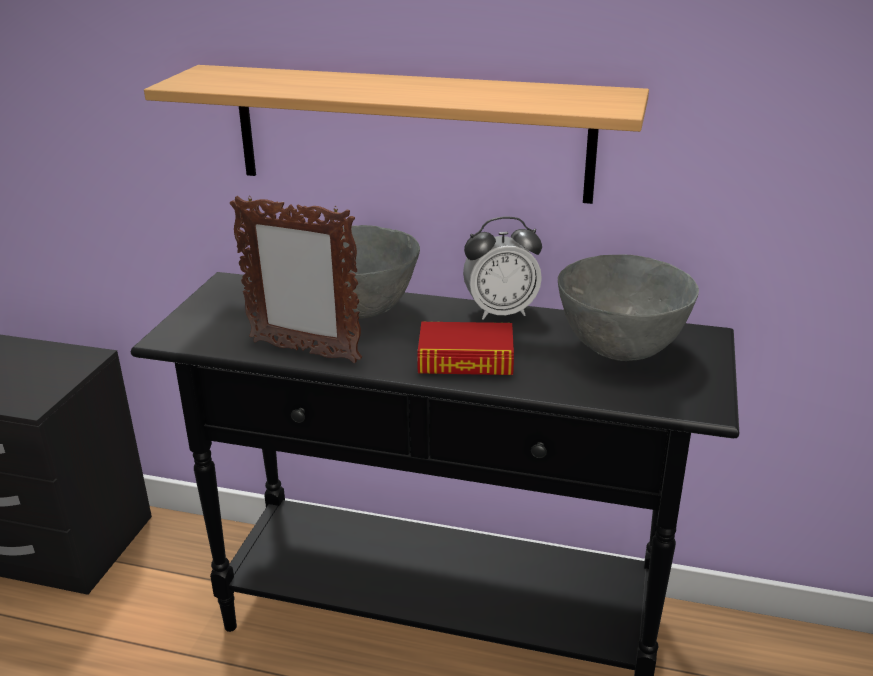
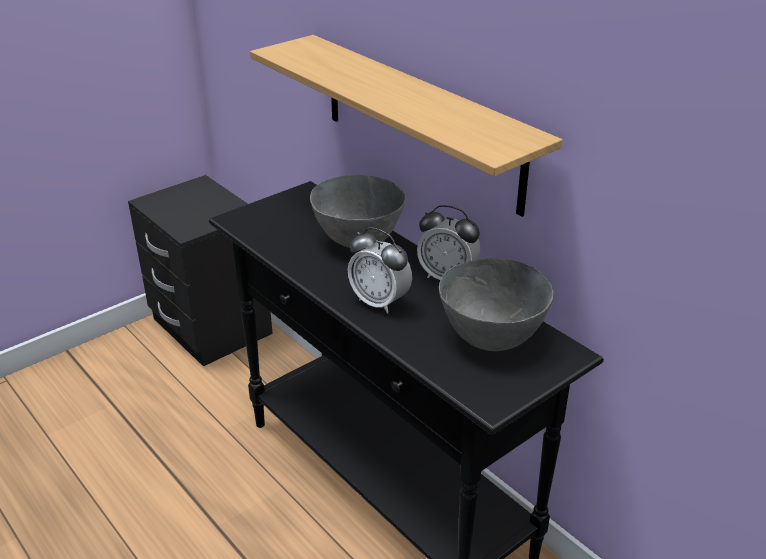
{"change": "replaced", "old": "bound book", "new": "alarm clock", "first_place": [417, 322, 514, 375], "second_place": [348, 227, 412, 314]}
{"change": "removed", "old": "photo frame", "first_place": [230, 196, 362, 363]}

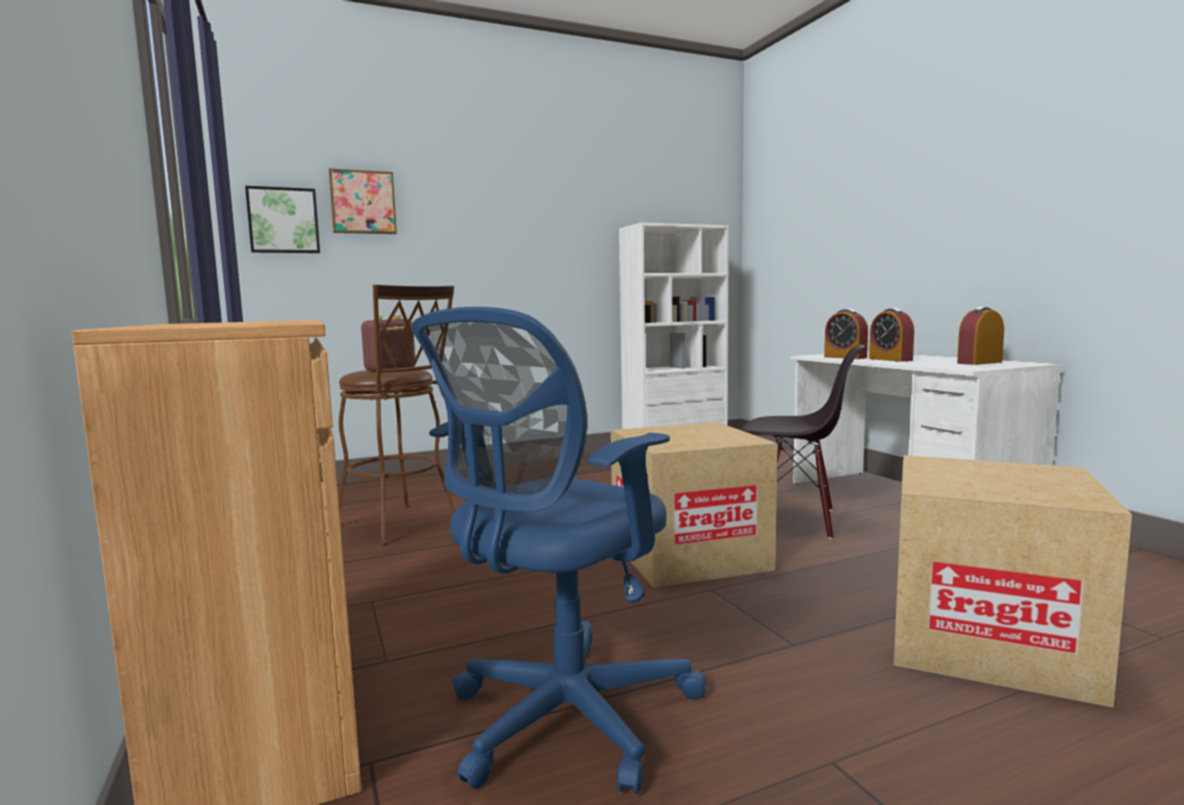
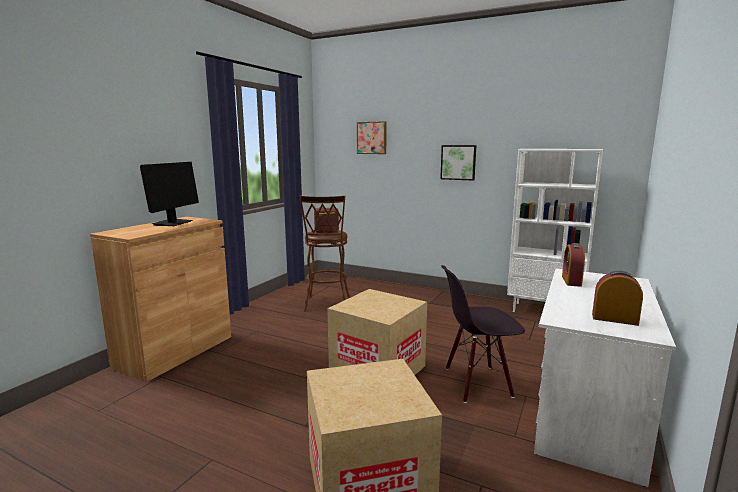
{"change": "added", "new": "monitor", "second_place": [140, 162, 199, 226]}
{"change": "moved", "old": "wall picture", "first_place": [245, 186, 320, 253], "second_place": [440, 145, 476, 181]}
{"change": "turned", "old": "blackish upright chair", "first_place": [741, 345, 865, 539], "second_place": [441, 265, 525, 403], "degrees": 105}
{"change": "removed", "old": "blue desk chair", "first_place": [412, 307, 706, 794]}
{"change": "removed", "old": "alarm clock", "first_place": [869, 308, 914, 362]}

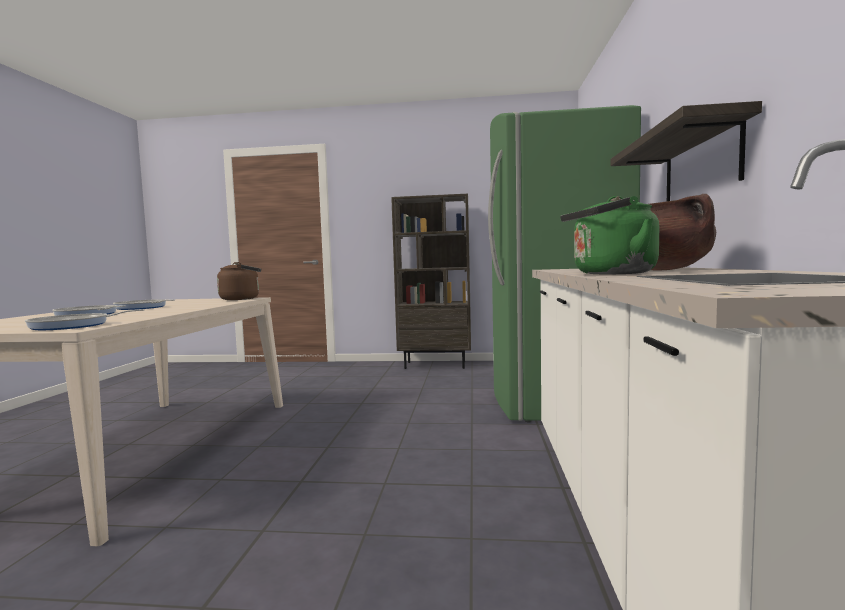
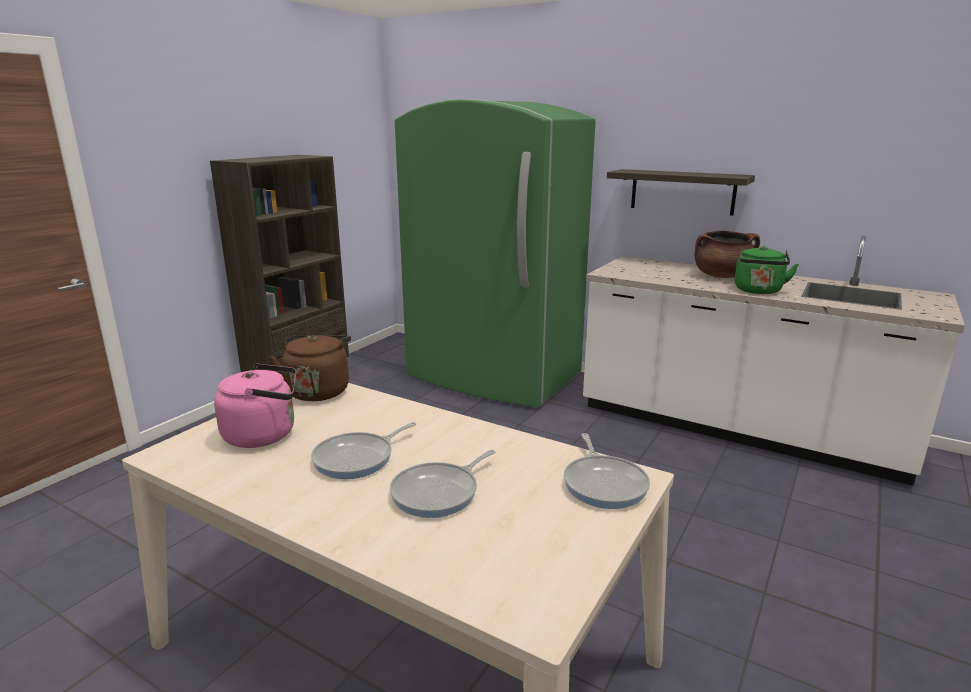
{"change": "added", "new": "pink-coloured kettle", "second_place": [214, 363, 296, 448]}

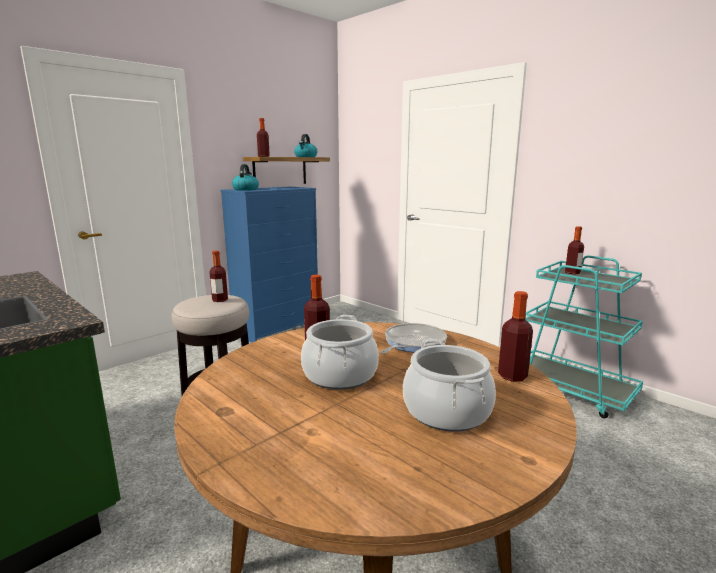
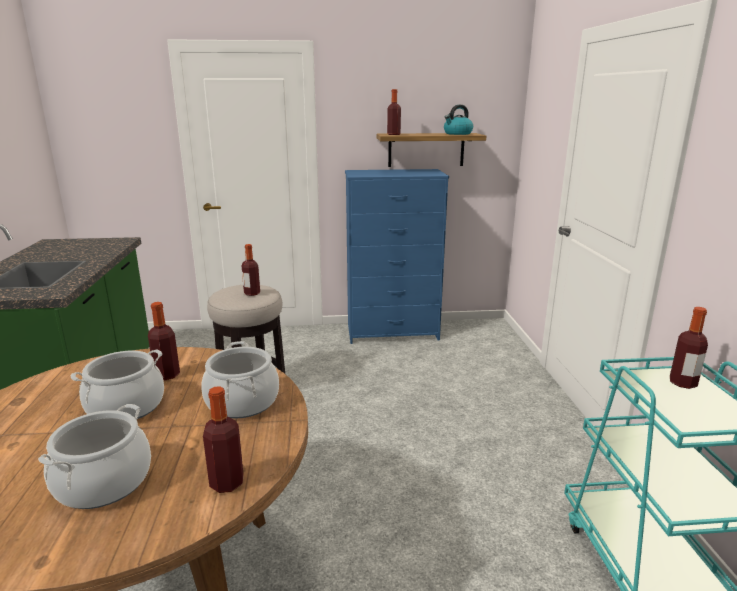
{"change": "replaced", "old": "skillet", "new": "stockpot", "first_place": [380, 323, 447, 354], "second_place": [201, 341, 279, 419]}
{"change": "removed", "old": "kettle", "first_place": [232, 164, 259, 191]}

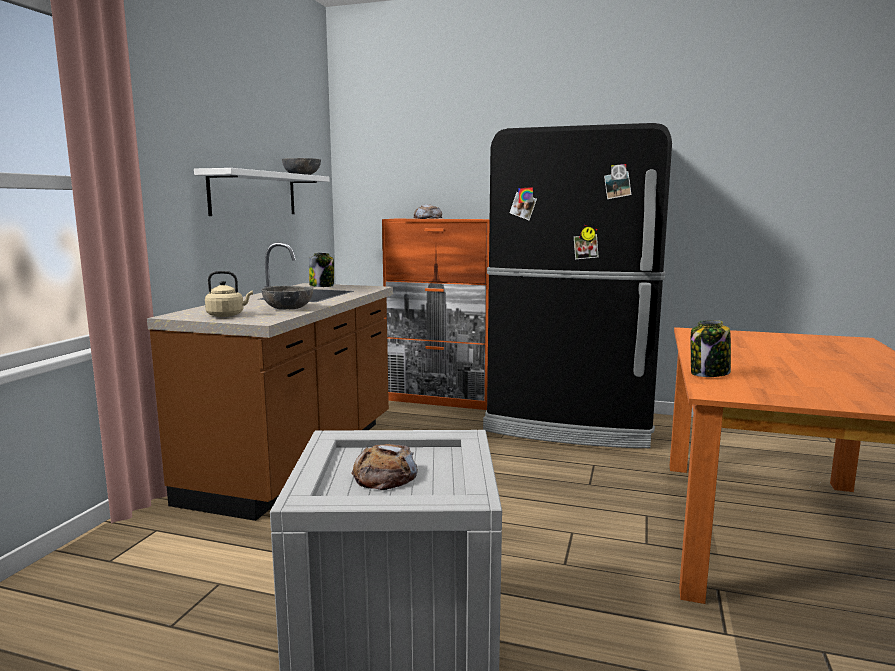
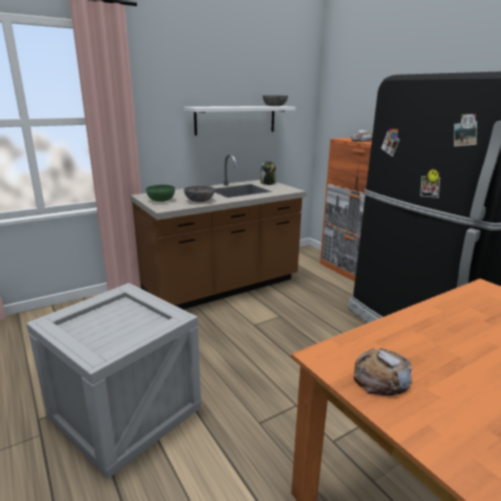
{"change": "replaced", "old": "beige-coloured kettle", "new": "green-coloured serving bowl", "first_place": [205, 271, 253, 317], "second_place": [146, 185, 175, 202]}
{"change": "moved", "old": "bread", "first_place": [351, 444, 418, 490], "second_place": [353, 348, 412, 396]}
{"change": "removed", "old": "jar", "first_place": [691, 320, 731, 377]}

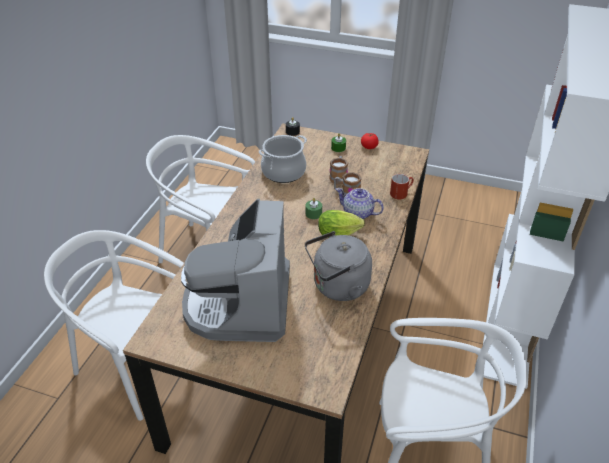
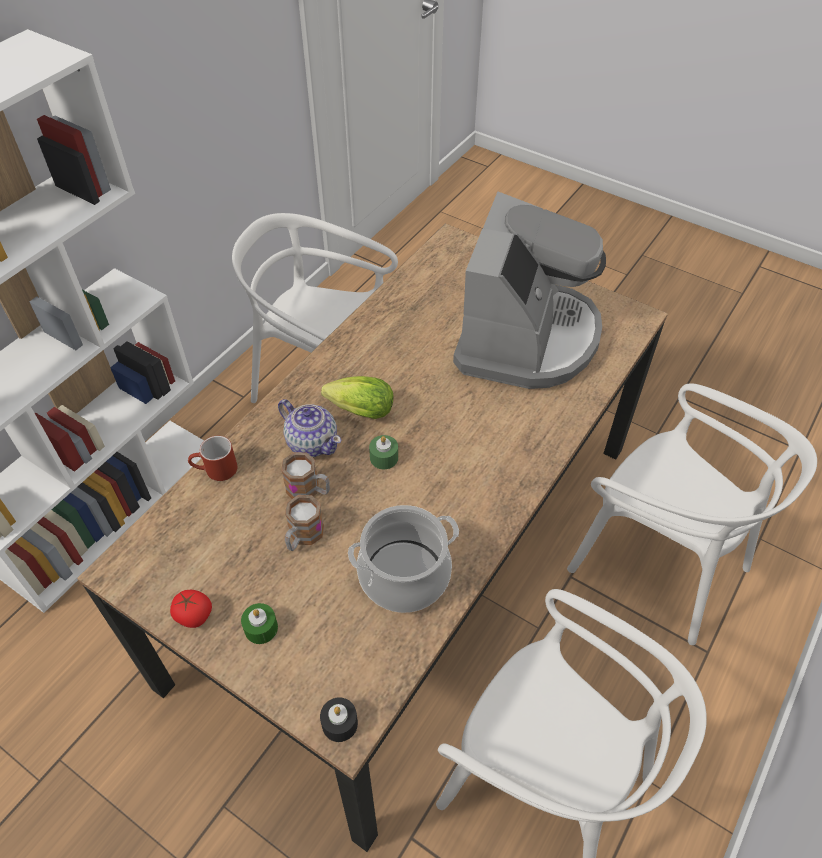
{"change": "removed", "old": "grey kettle", "first_place": [305, 231, 372, 301]}

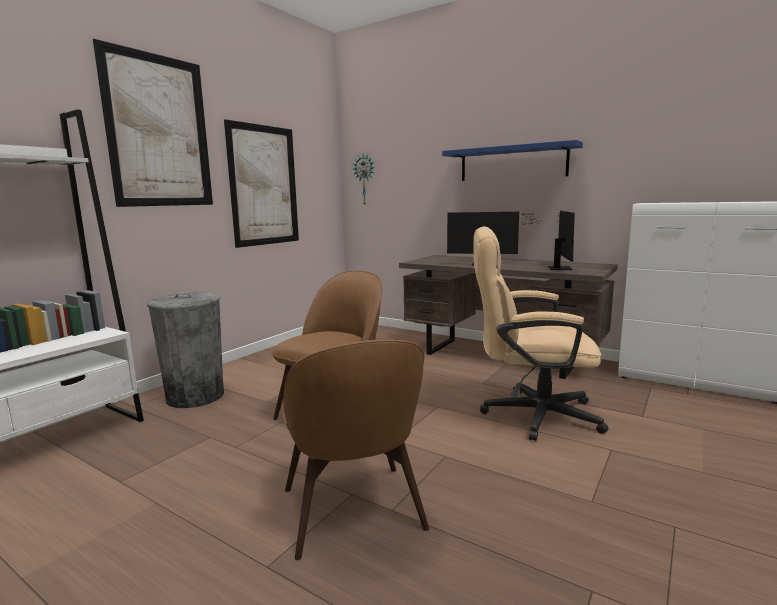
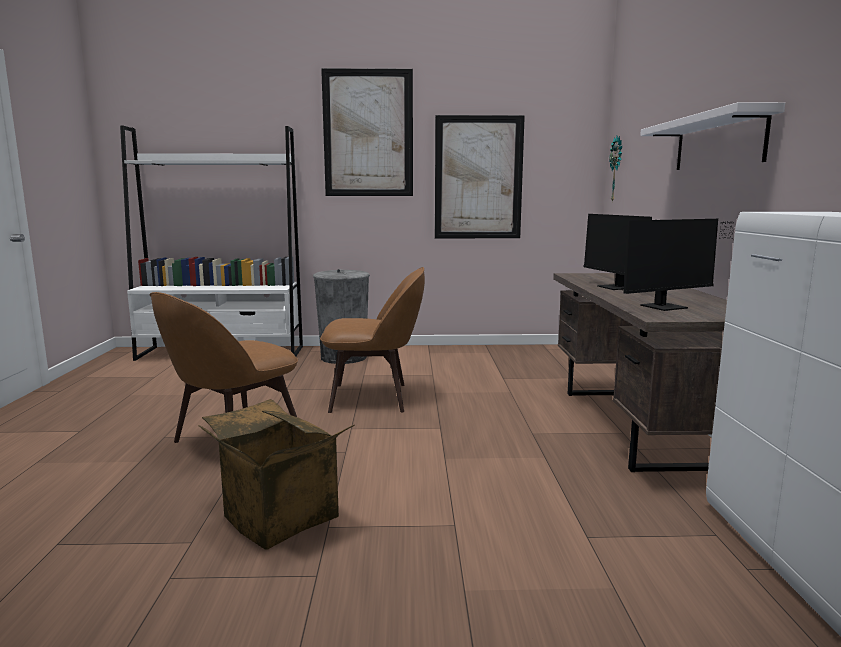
{"change": "added", "new": "packing box", "second_place": [199, 399, 355, 550]}
{"change": "recoloured", "old": "blue wall shelf", "new": "white-coloured wall shelf", "first_place": [442, 140, 583, 181], "second_place": [640, 102, 785, 170]}
{"change": "removed", "old": "beige-coloured desk chair", "first_place": [473, 226, 608, 441]}

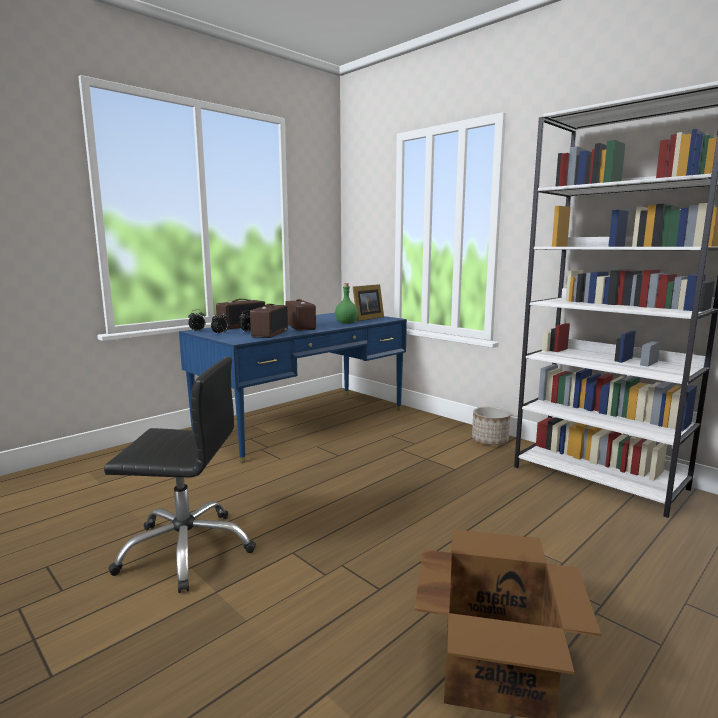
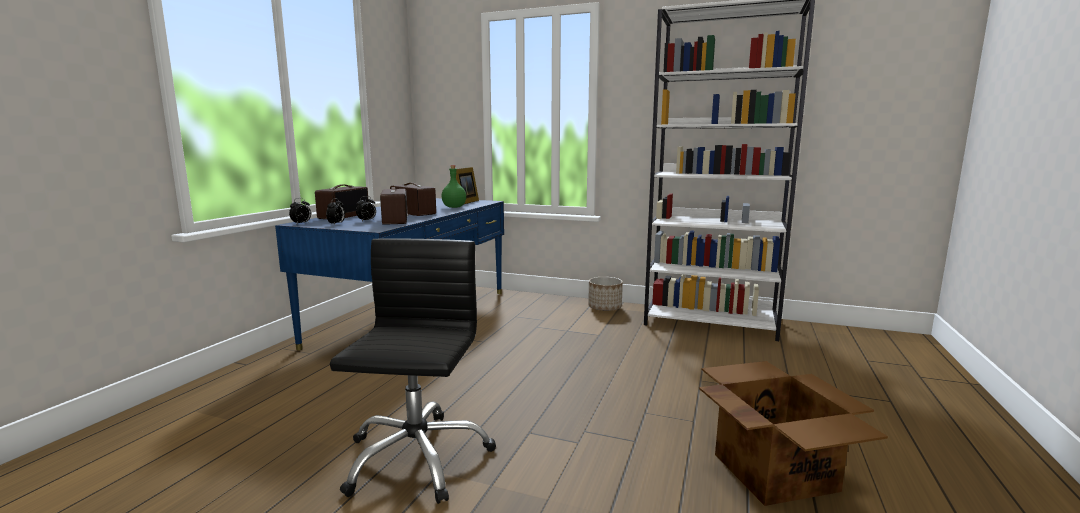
{"change": "turned", "old": "blackish desk chair", "first_place": [104, 357, 256, 593], "second_place": [330, 238, 496, 504], "degrees": -60}

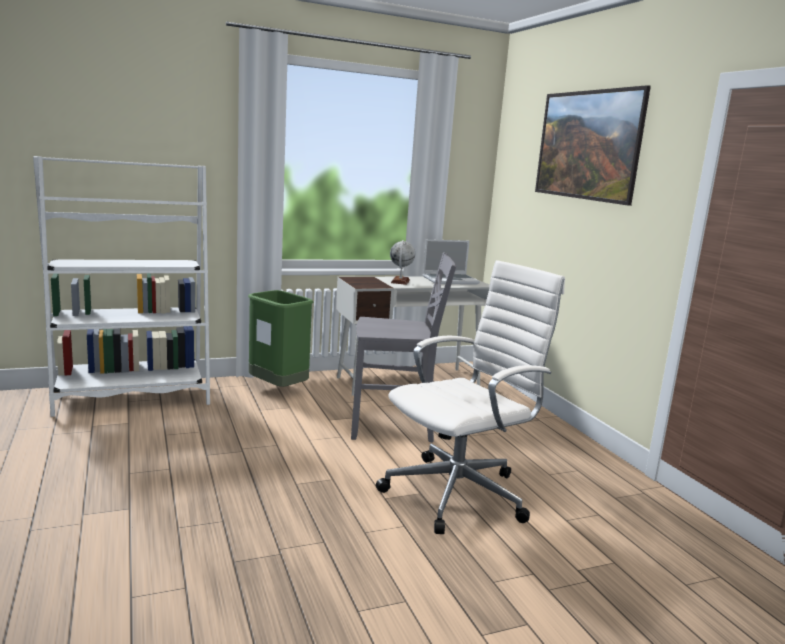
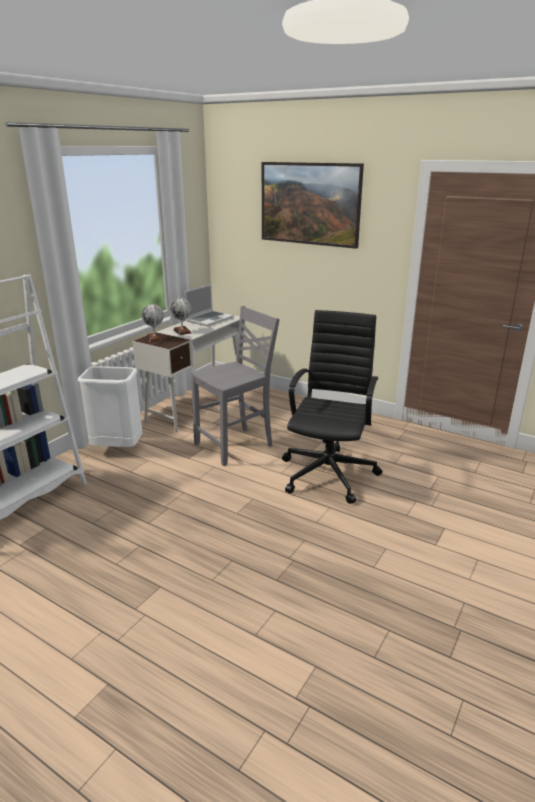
{"change": "recoloured", "old": "green-coloured rubbish bin", "new": "white-coloured rubbish bin", "first_place": [248, 290, 314, 387], "second_place": [78, 366, 143, 447]}
{"change": "added", "new": "globe", "second_place": [142, 304, 164, 342]}
{"change": "recoloured", "old": "white-coloured desk chair", "new": "blackish desk chair", "first_place": [376, 260, 565, 534], "second_place": [282, 310, 382, 504]}

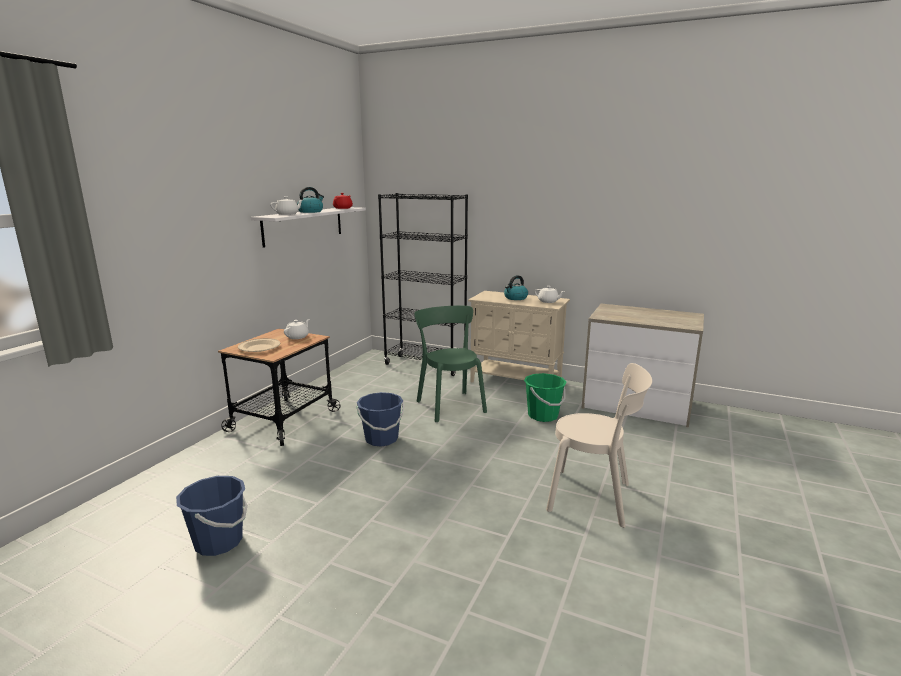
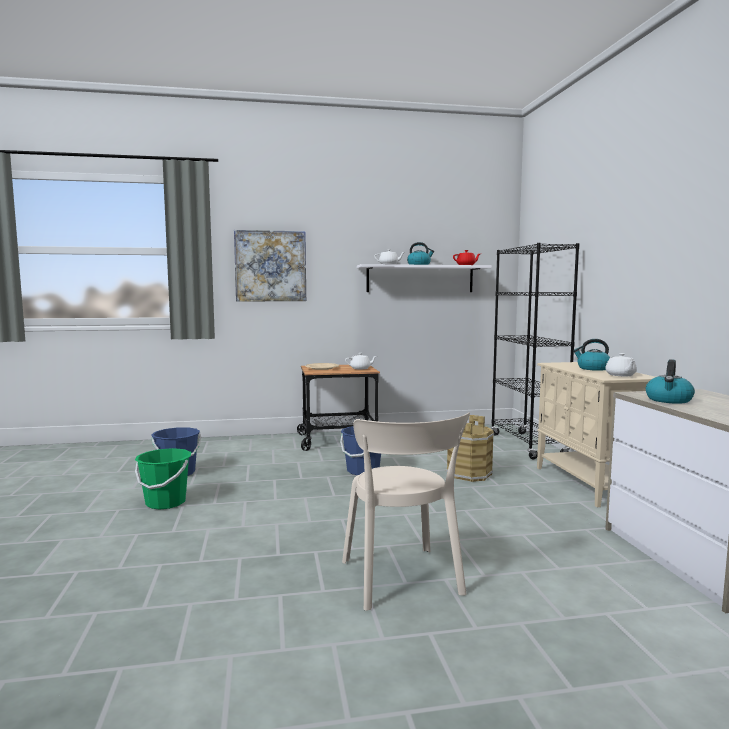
{"change": "moved", "old": "green-coloured pail", "first_place": [524, 373, 566, 422], "second_place": [135, 448, 191, 510]}
{"change": "added", "new": "wall picture", "second_place": [234, 230, 306, 301]}
{"change": "replaced", "old": "green-coloured upright chair", "new": "brownish pail", "first_place": [414, 306, 487, 422], "second_place": [446, 415, 494, 482]}
{"change": "added", "new": "kettle", "second_place": [646, 359, 695, 404]}

